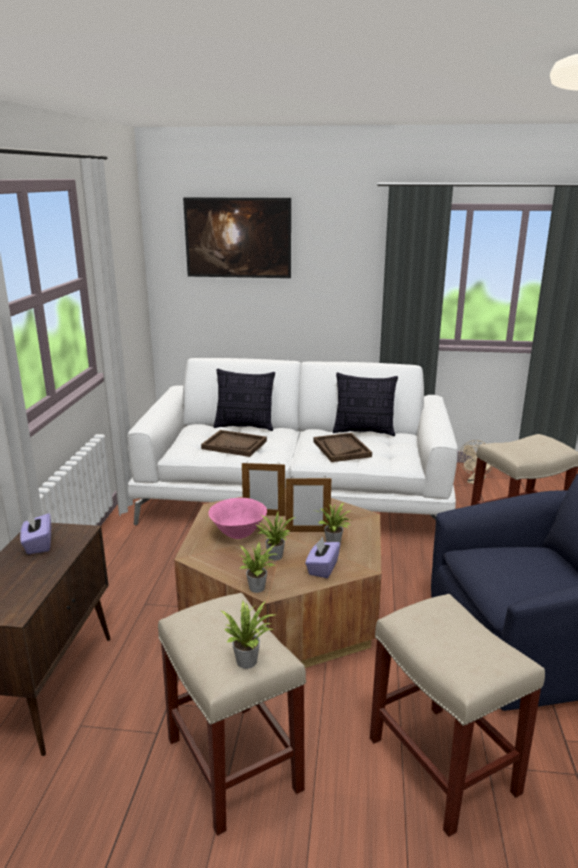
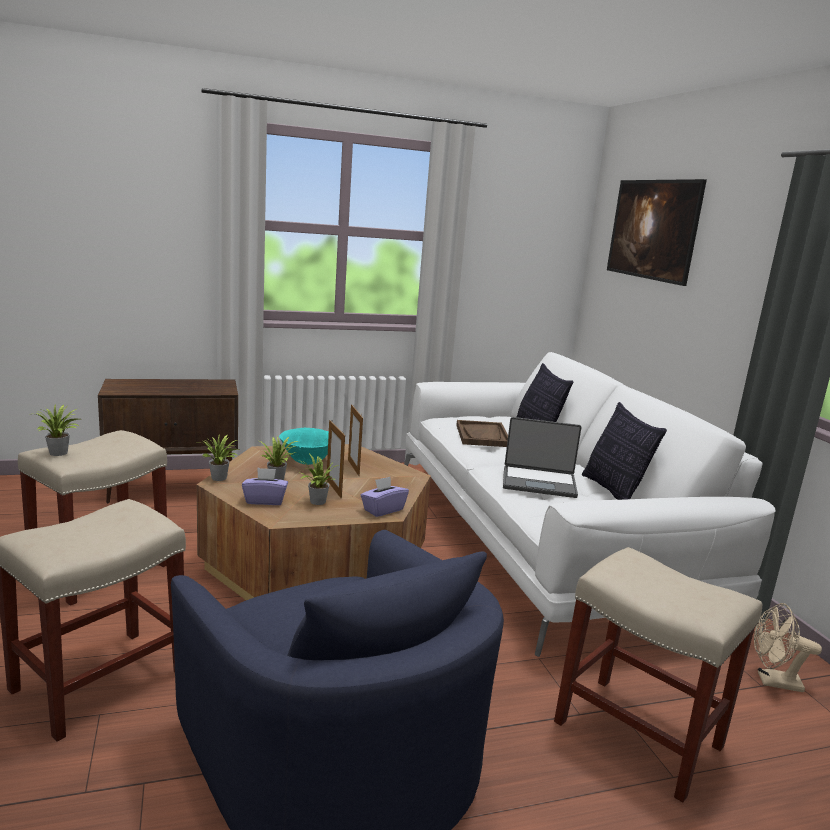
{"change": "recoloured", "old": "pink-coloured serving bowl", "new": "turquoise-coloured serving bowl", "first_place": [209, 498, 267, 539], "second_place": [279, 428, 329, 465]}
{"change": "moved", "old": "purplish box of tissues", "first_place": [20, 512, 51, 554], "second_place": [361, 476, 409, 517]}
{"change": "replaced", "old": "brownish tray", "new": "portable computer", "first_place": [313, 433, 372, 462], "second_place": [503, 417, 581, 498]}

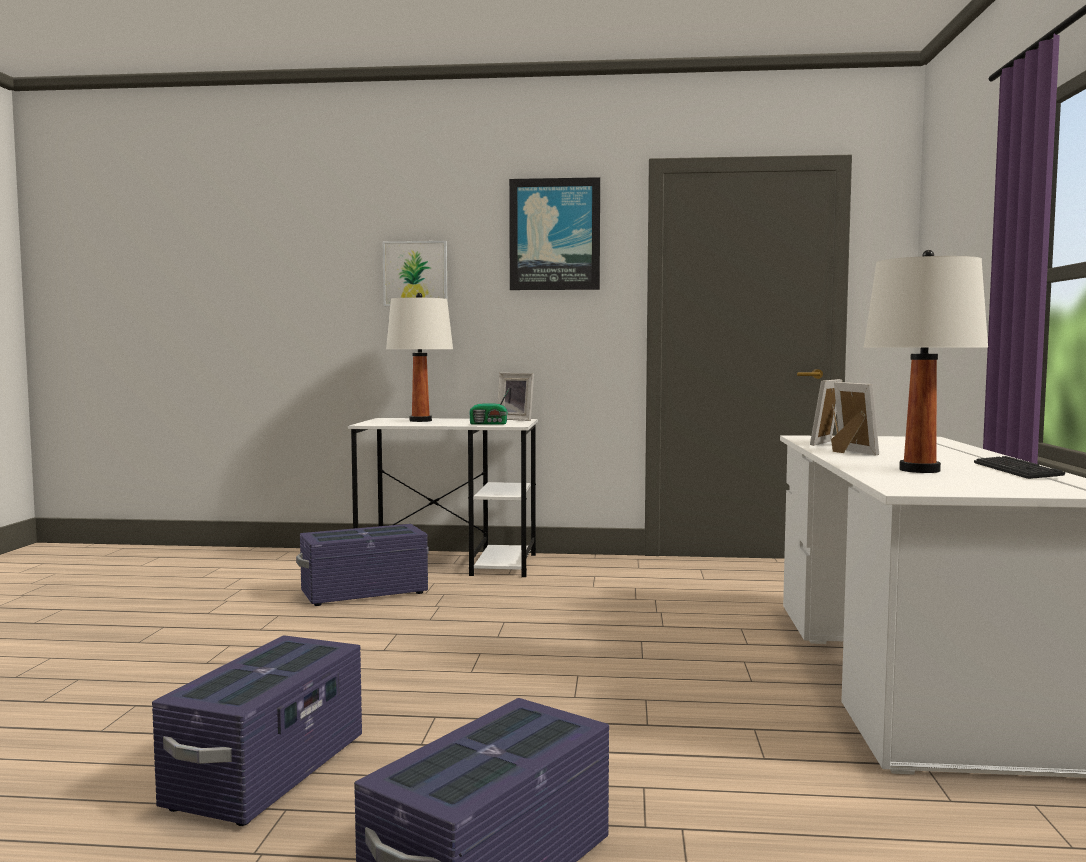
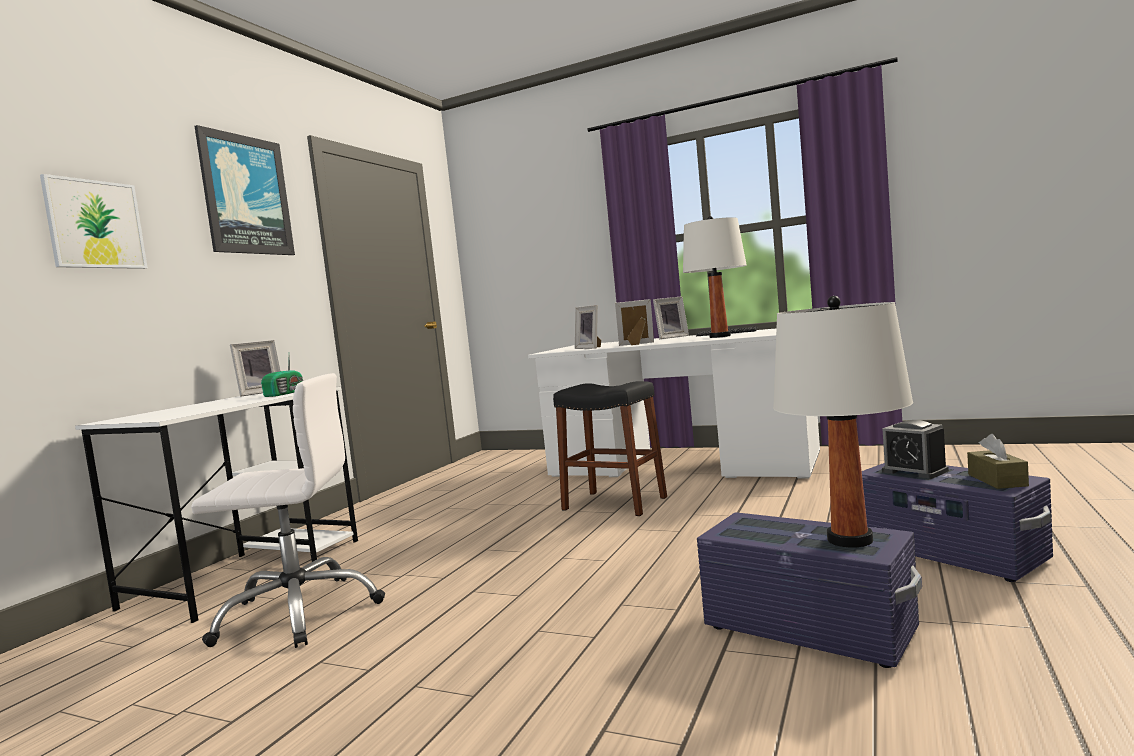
{"change": "replaced", "old": "purplish storage bin", "new": "white-coloured desk chair", "first_place": [296, 524, 429, 606], "second_place": [191, 373, 385, 648]}
{"change": "added", "new": "blackish stool seat", "second_place": [553, 381, 667, 516]}
{"change": "added", "new": "photo frame", "second_place": [653, 296, 689, 339]}
{"change": "moved", "old": "white-coloured lamp for a table", "first_place": [386, 293, 453, 422], "second_place": [773, 296, 913, 547]}
{"change": "added", "new": "alarm clock", "second_place": [882, 420, 949, 479]}
{"change": "added", "new": "brownish box of tissues", "second_place": [967, 434, 1029, 489]}

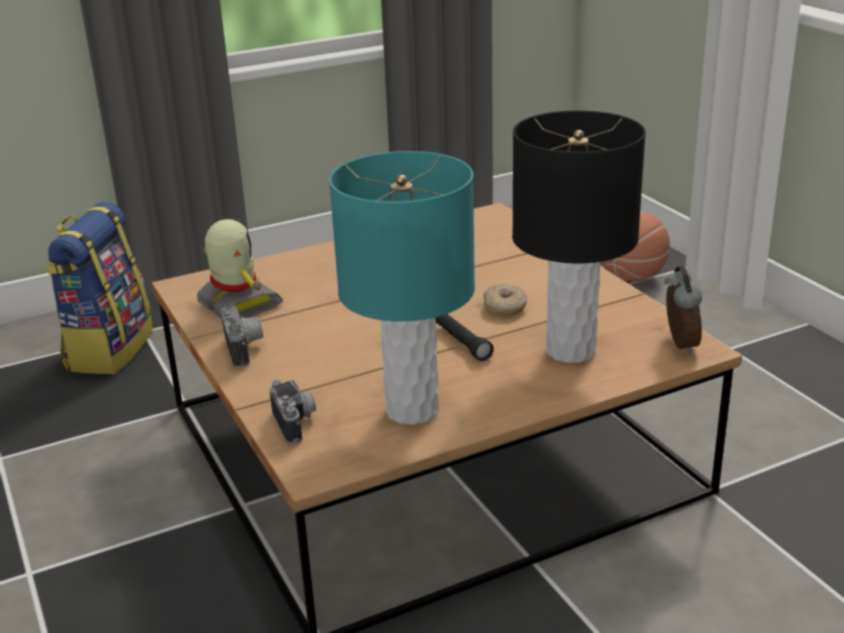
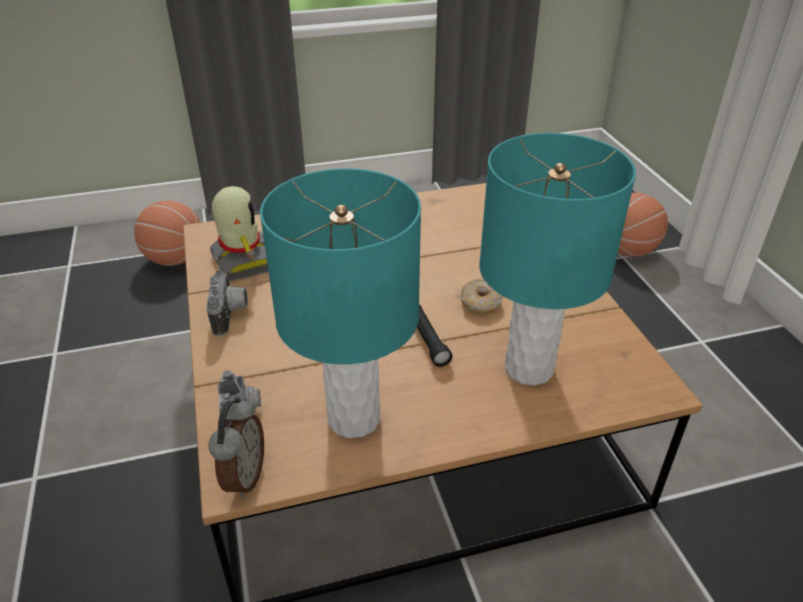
{"change": "replaced", "old": "knapsack", "new": "basketball ball", "first_place": [45, 202, 153, 374], "second_place": [134, 201, 201, 266]}
{"change": "moved", "old": "alarm clock", "first_place": [665, 266, 702, 354], "second_place": [208, 398, 264, 498]}
{"change": "recoloured", "old": "blackish lamp for a table", "new": "turquoise-coloured lamp for a table", "first_place": [512, 110, 646, 363], "second_place": [479, 133, 636, 386]}

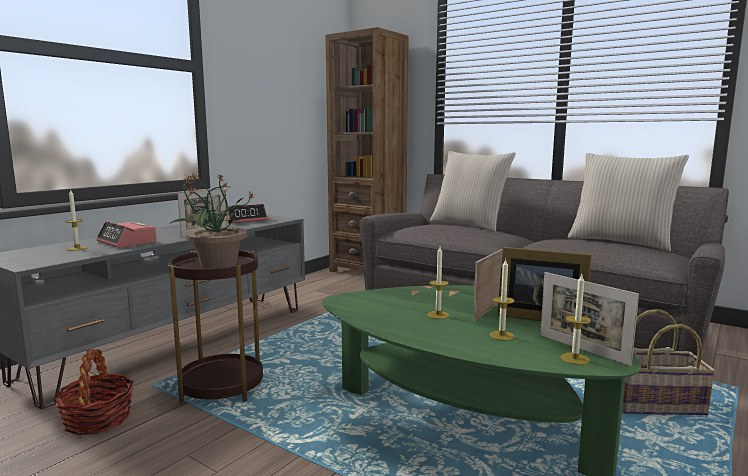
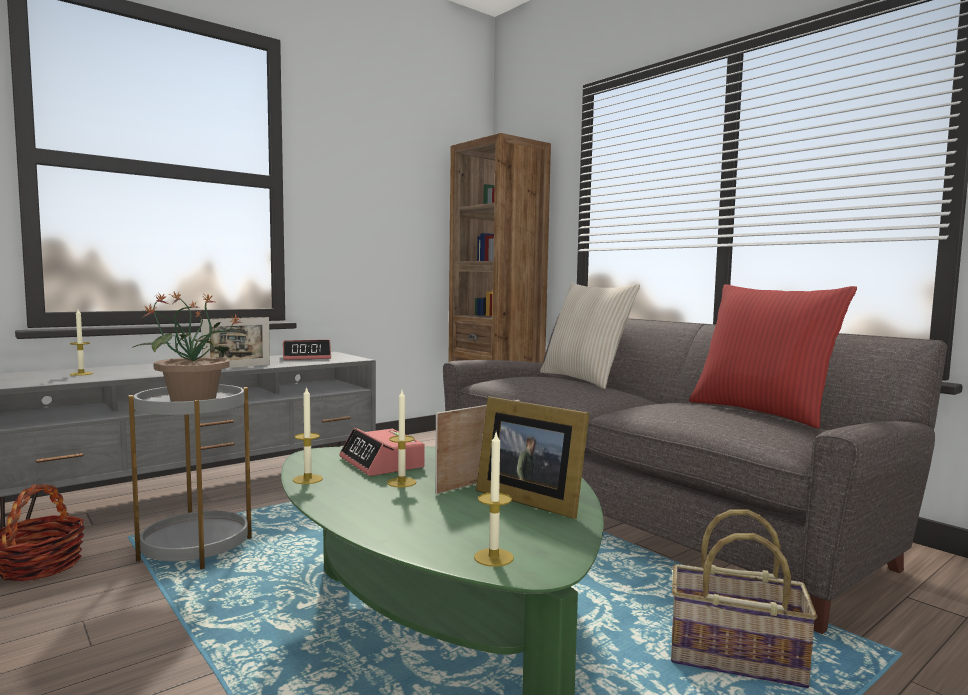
{"change": "recoloured", "old": "brownish accent table", "new": "grey accent table", "first_place": [169, 250, 263, 404], "second_place": [129, 384, 252, 569]}
{"change": "moved", "old": "wax light", "first_place": [489, 260, 515, 341], "second_place": [293, 386, 323, 484]}
{"change": "moved", "old": "alarm clock", "first_place": [96, 221, 157, 248], "second_place": [339, 428, 425, 476]}
{"change": "recoloured", "old": "beige-coloured pillow", "new": "reddish pillow", "first_place": [568, 153, 689, 251], "second_place": [689, 284, 857, 429]}
{"change": "removed", "old": "photo frame", "first_place": [540, 272, 639, 366]}

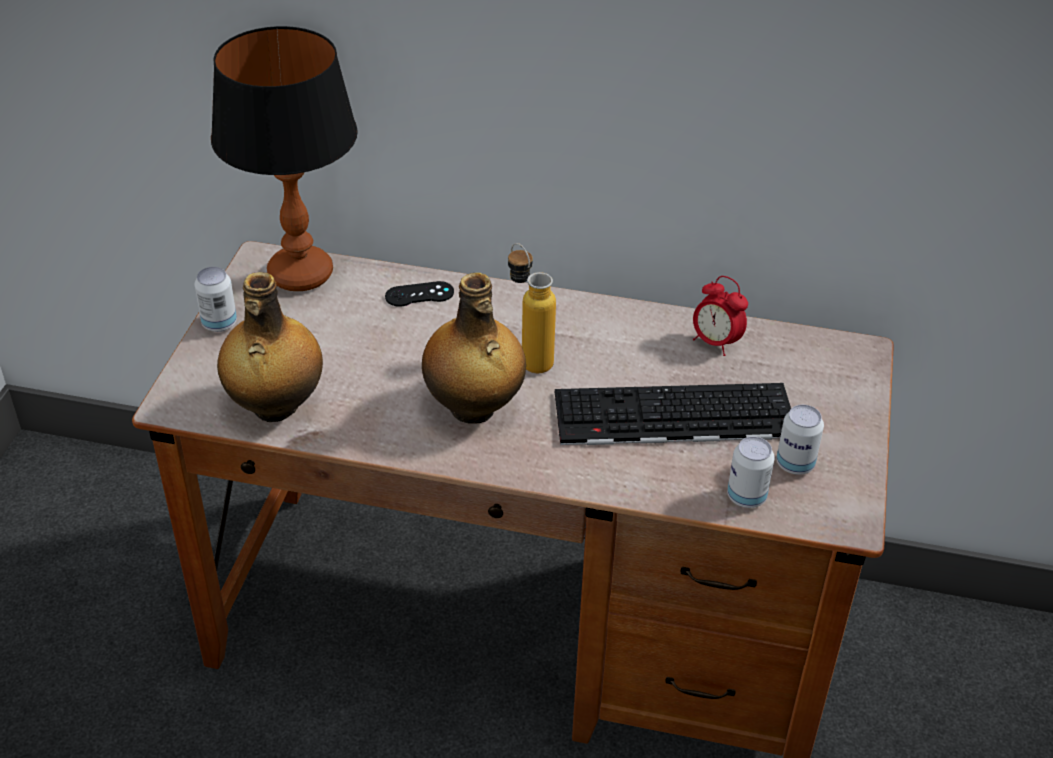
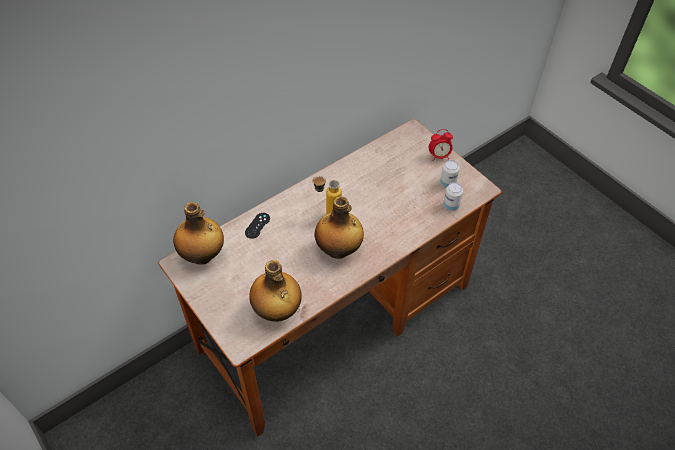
{"change": "replaced", "old": "lamp for a table", "new": "beverage bottle", "first_place": [211, 26, 358, 291], "second_place": [173, 202, 224, 265]}
{"change": "moved", "old": "alarm clock", "first_place": [693, 276, 748, 356], "second_place": [429, 129, 453, 161]}
{"change": "removed", "old": "sealed can", "first_place": [194, 267, 237, 332]}
{"change": "removed", "old": "keyboard", "first_place": [555, 383, 791, 445]}

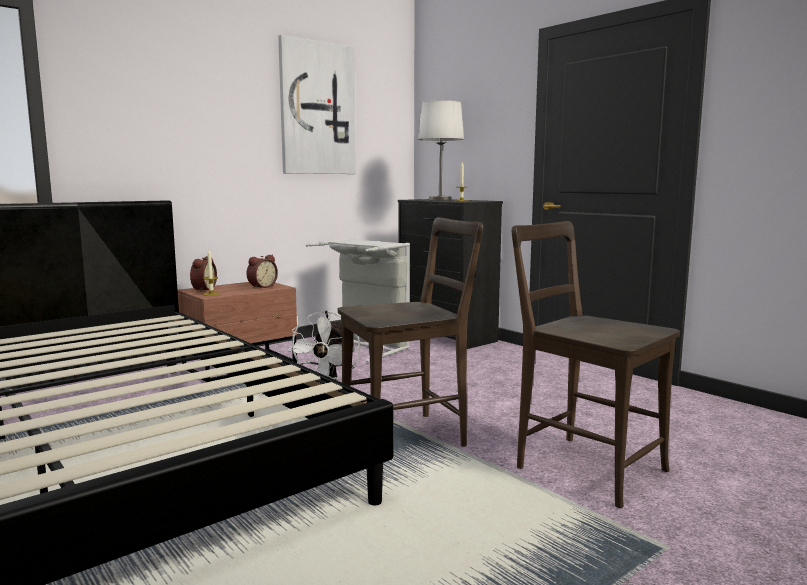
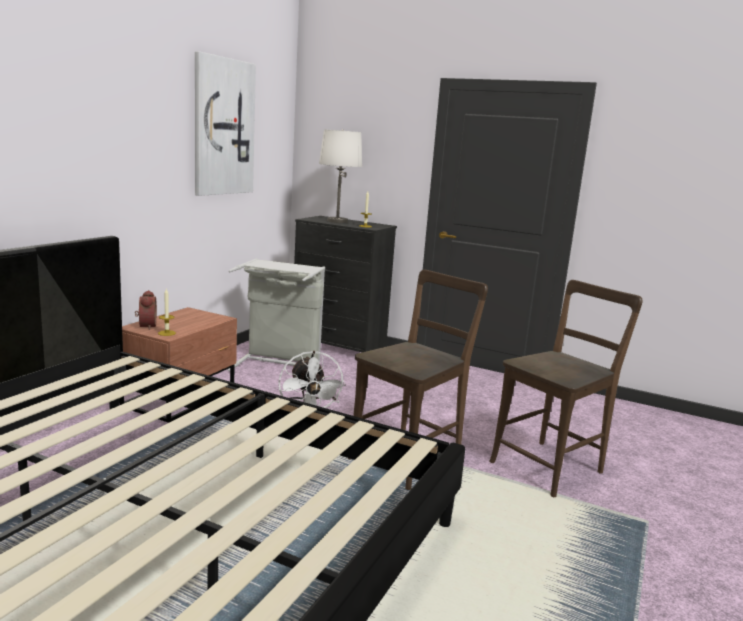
{"change": "turned", "old": "brownish upright chair", "first_place": [512, 221, 680, 508], "second_place": [489, 280, 642, 497], "degrees": 120}
{"change": "removed", "old": "alarm clock", "first_place": [247, 255, 278, 289]}

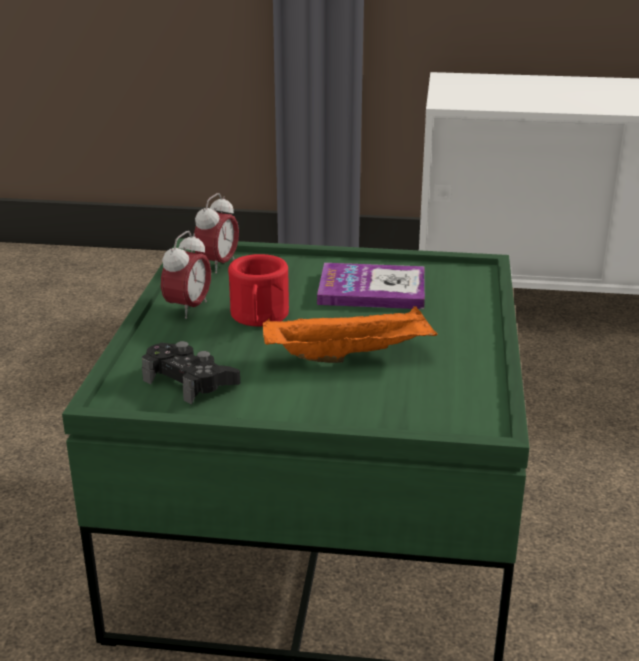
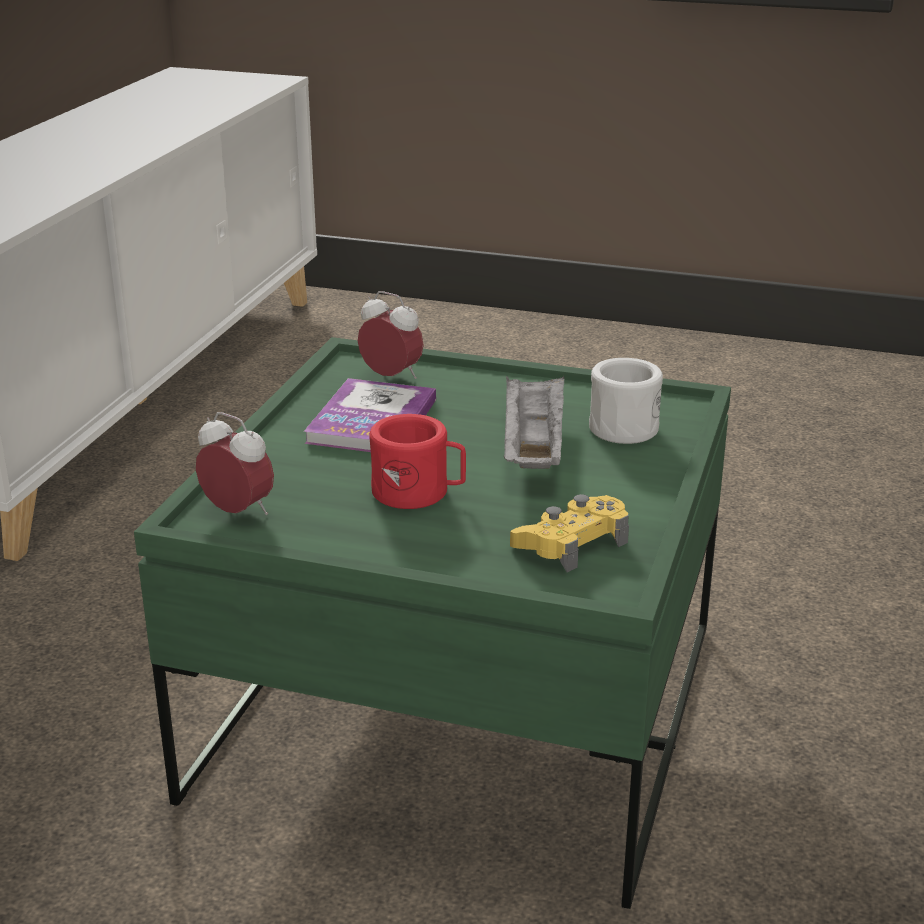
{"change": "moved", "old": "alarm clock", "first_place": [161, 231, 211, 319], "second_place": [358, 291, 424, 379]}
{"change": "recoloured", "old": "orange tray", "new": "grey tray", "first_place": [263, 306, 437, 363], "second_place": [504, 375, 564, 469]}
{"change": "recoloured", "old": "blackish game controller", "new": "yellowish game controller", "first_place": [142, 341, 240, 404], "second_place": [510, 494, 629, 572]}
{"change": "added", "new": "white-coloured mug", "second_place": [589, 358, 663, 444]}

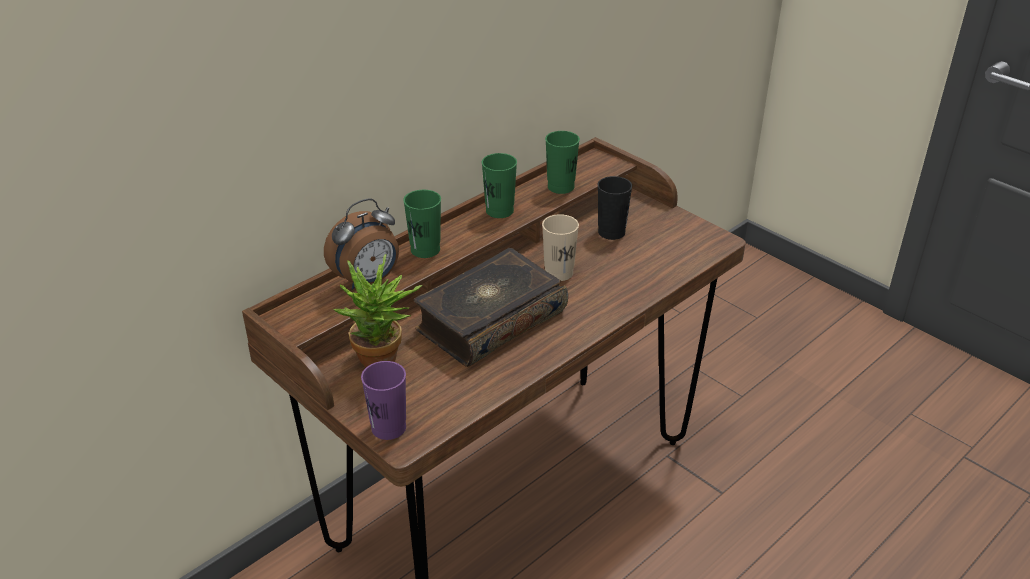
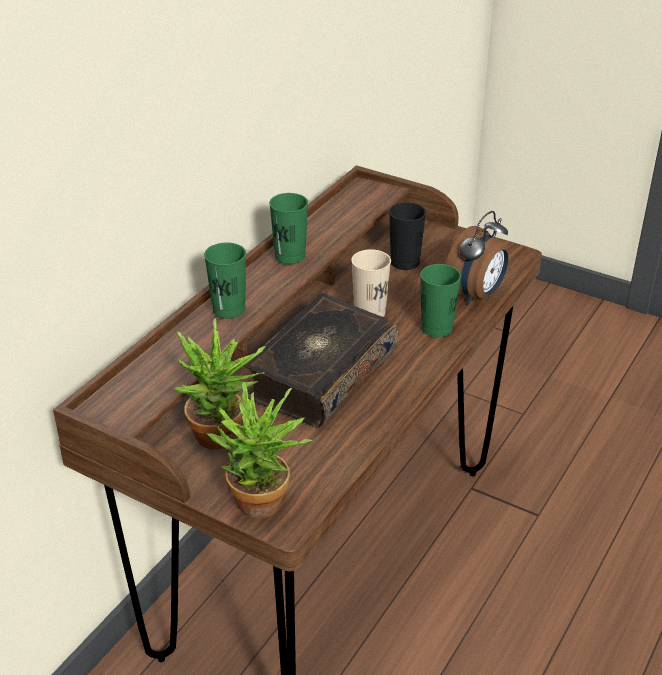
{"change": "replaced", "old": "purplish small cup", "new": "potted plant", "first_place": [361, 361, 406, 440], "second_place": [206, 382, 312, 518]}
{"change": "moved", "old": "green-coloured small cup", "first_place": [545, 131, 580, 194], "second_place": [420, 264, 461, 337]}
{"change": "moved", "old": "alarm clock", "first_place": [324, 198, 399, 289], "second_place": [446, 211, 509, 305]}

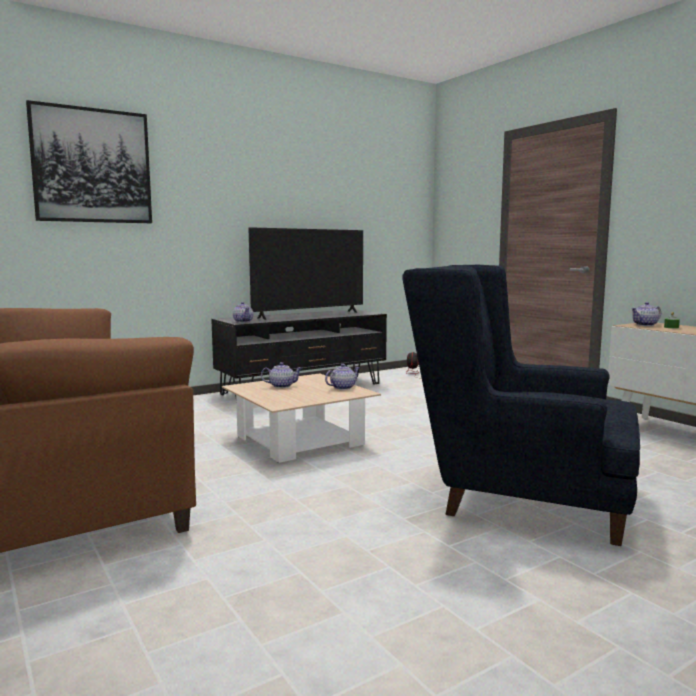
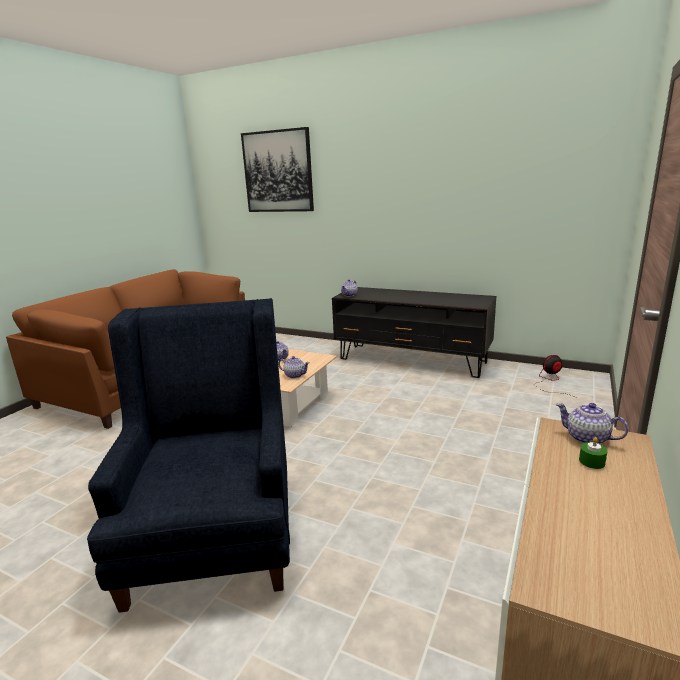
{"change": "removed", "old": "television", "first_place": [248, 227, 363, 320]}

